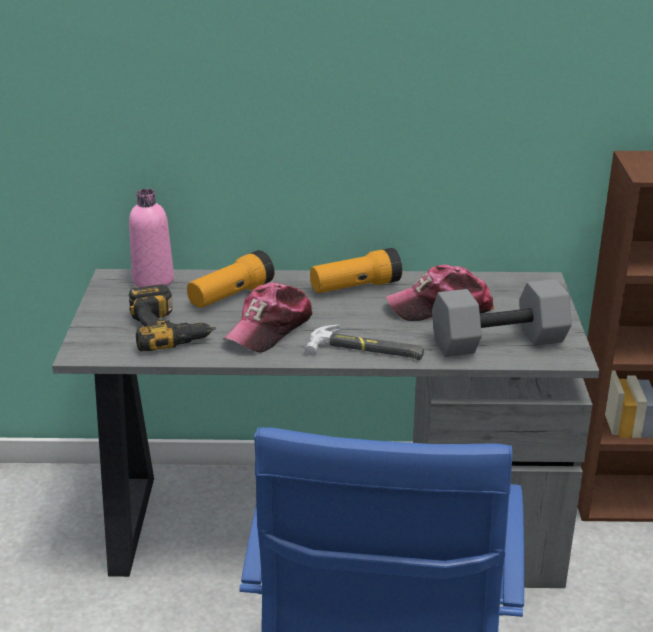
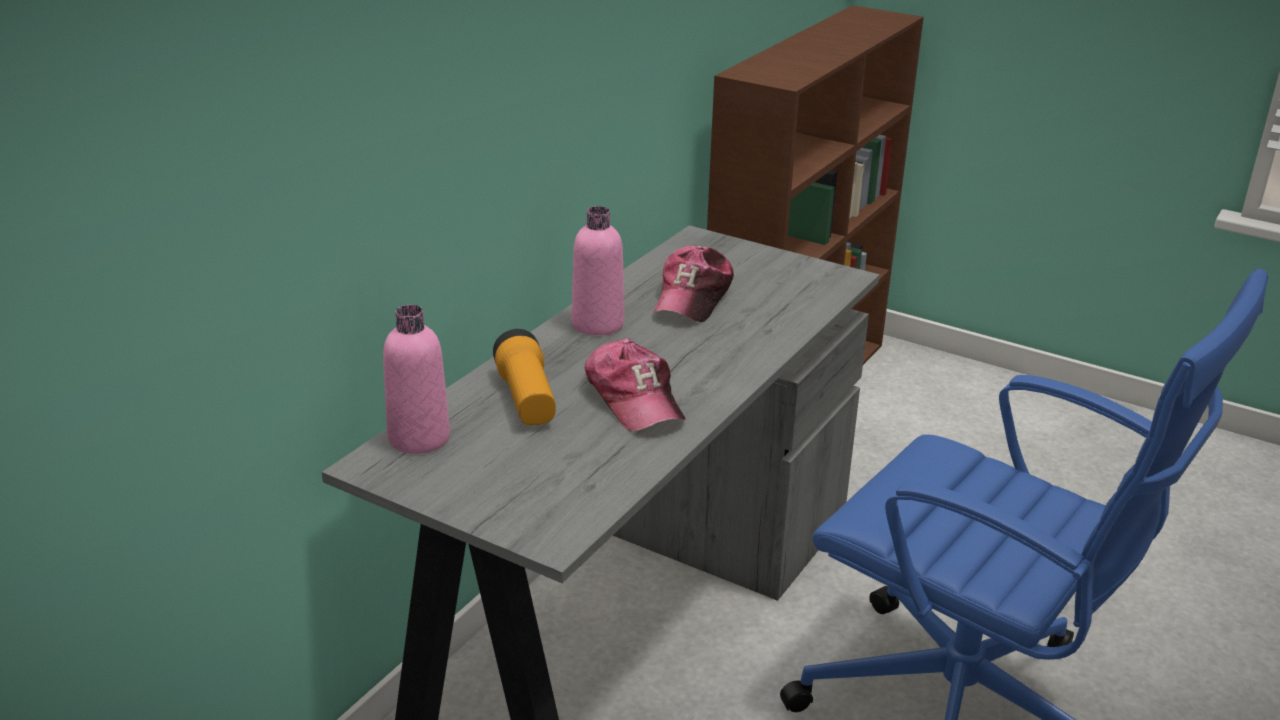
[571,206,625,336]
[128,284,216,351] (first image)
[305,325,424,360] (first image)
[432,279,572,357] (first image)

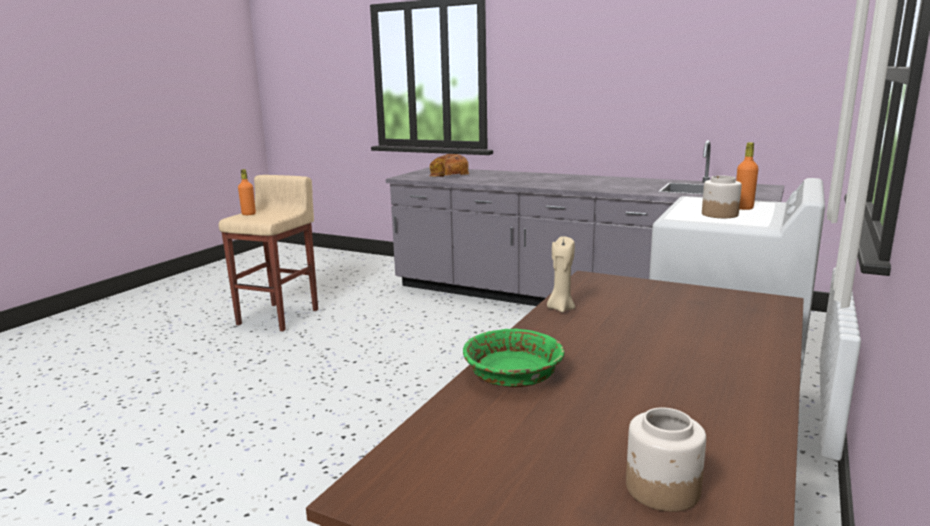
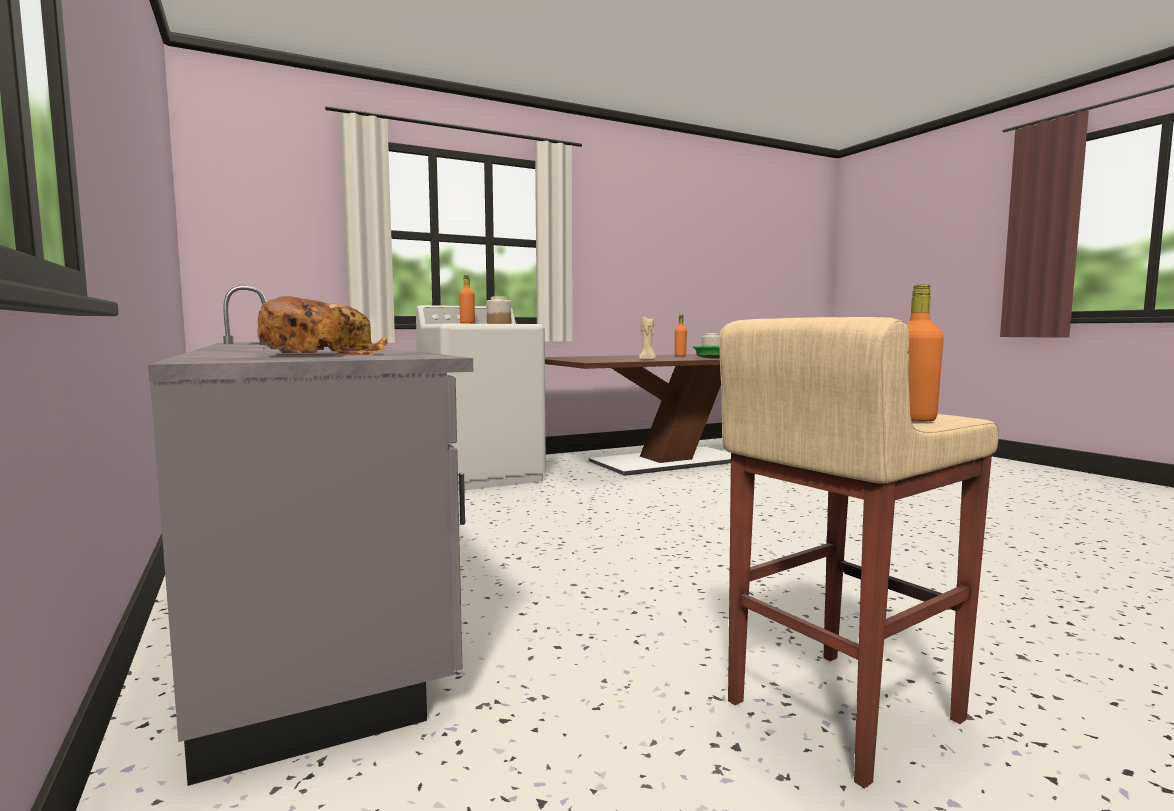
[675,315,687,357]

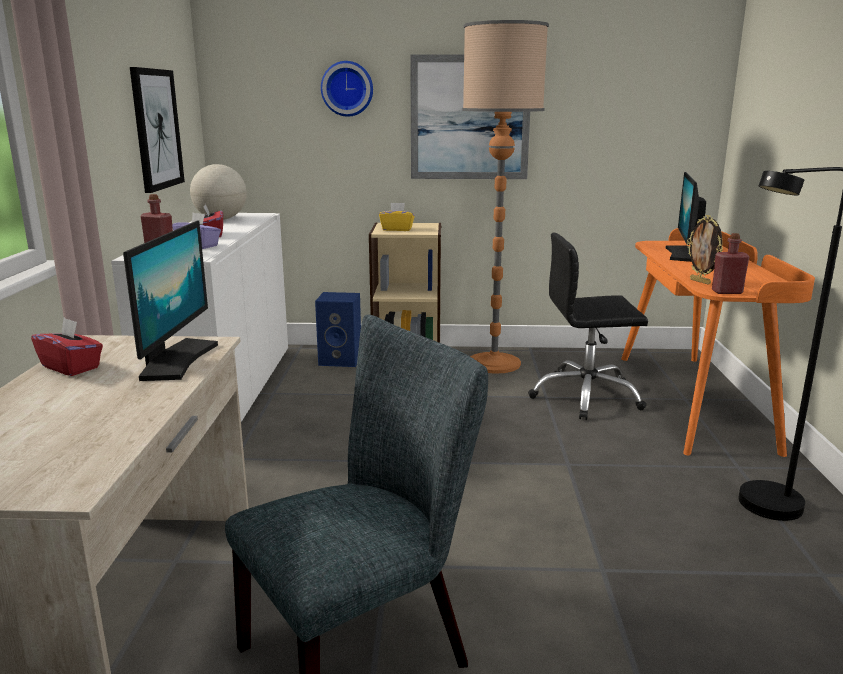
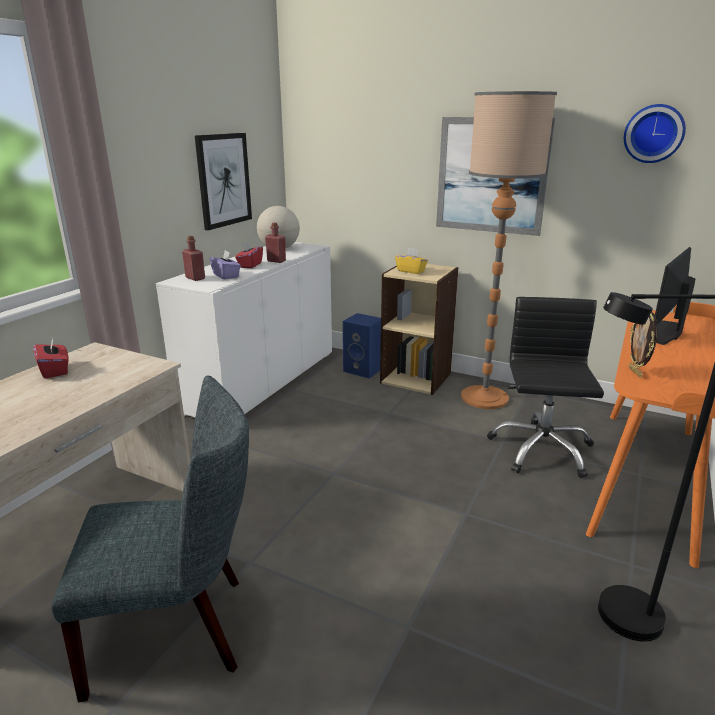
[265,222,286,263]
[487,297,604,478]
[624,104,686,163]
[123,221,218,381] (first image)

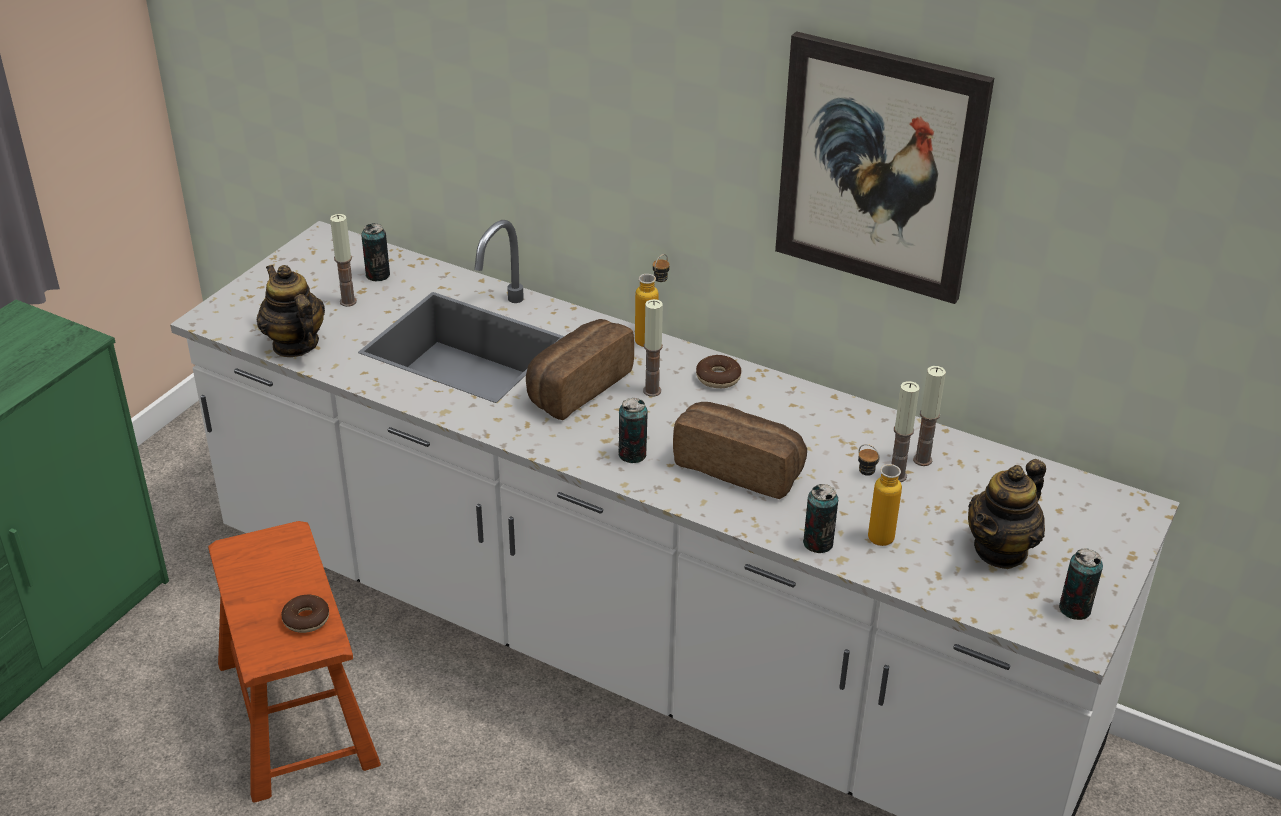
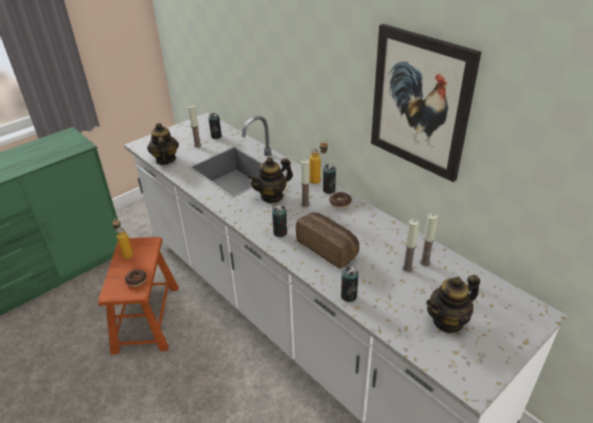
[112,219,133,259]
[248,157,293,203]
[323,164,336,194]

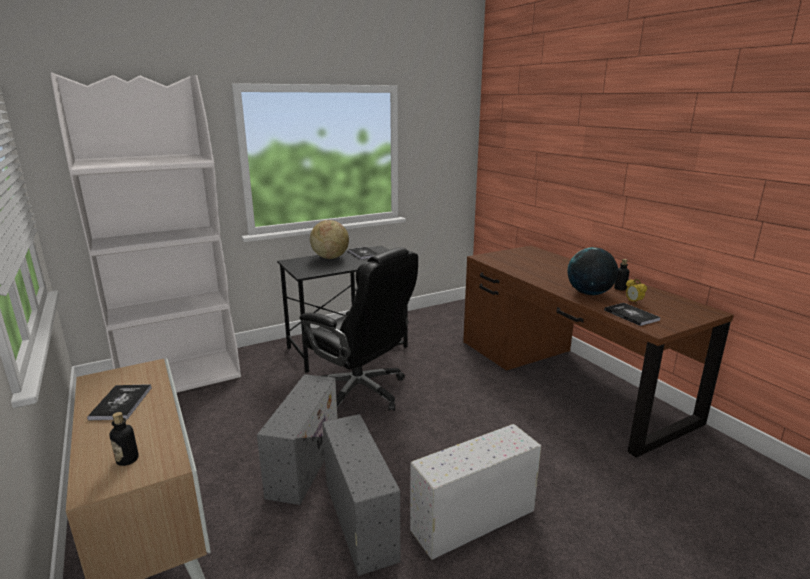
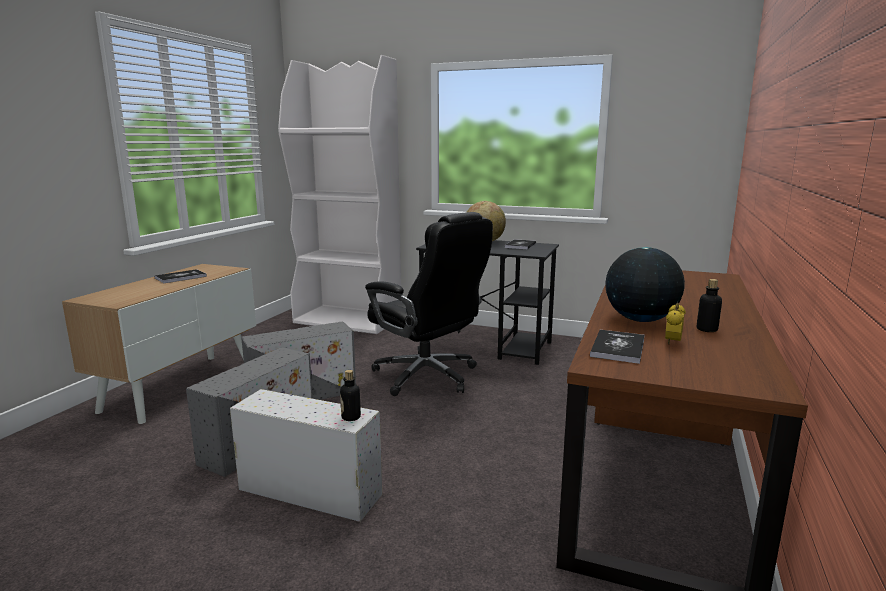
[340,370,361,421]
[365,212,493,396]

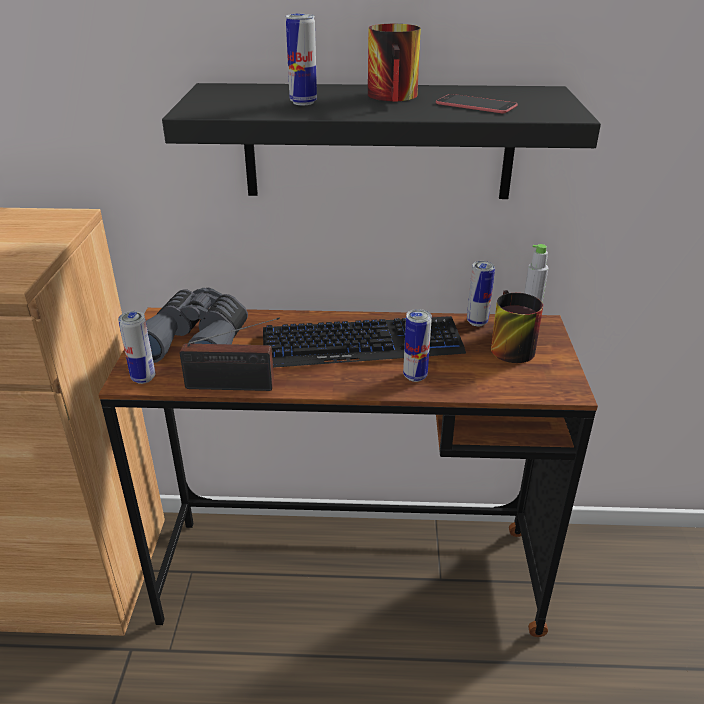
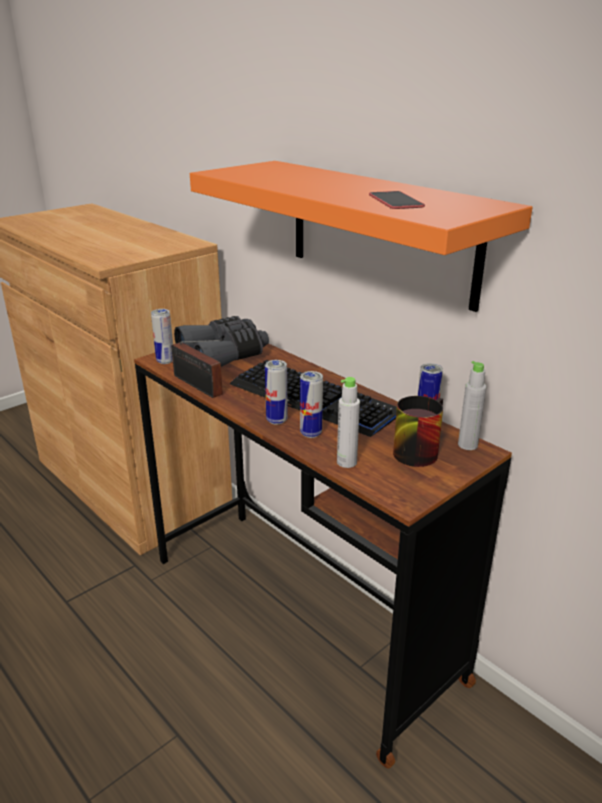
[190,161,533,312]
[265,360,288,425]
[337,377,360,468]
[368,24,421,102] (first image)

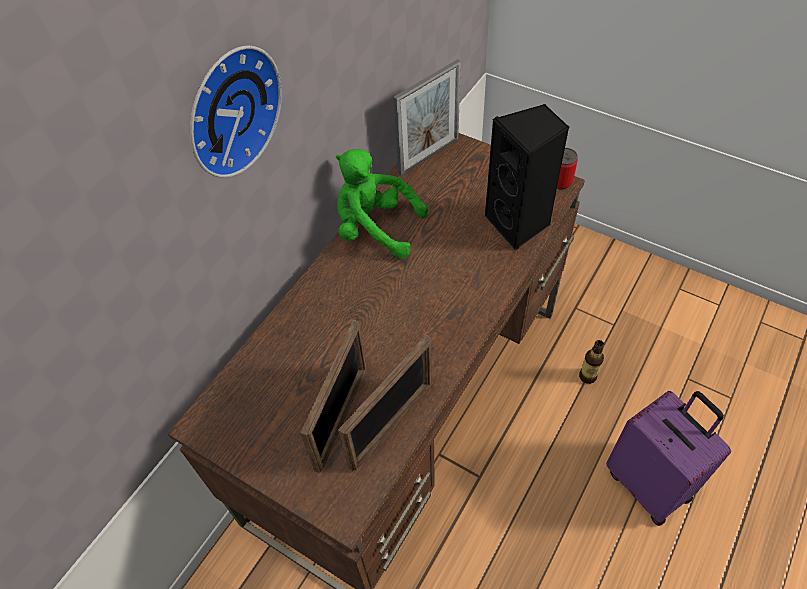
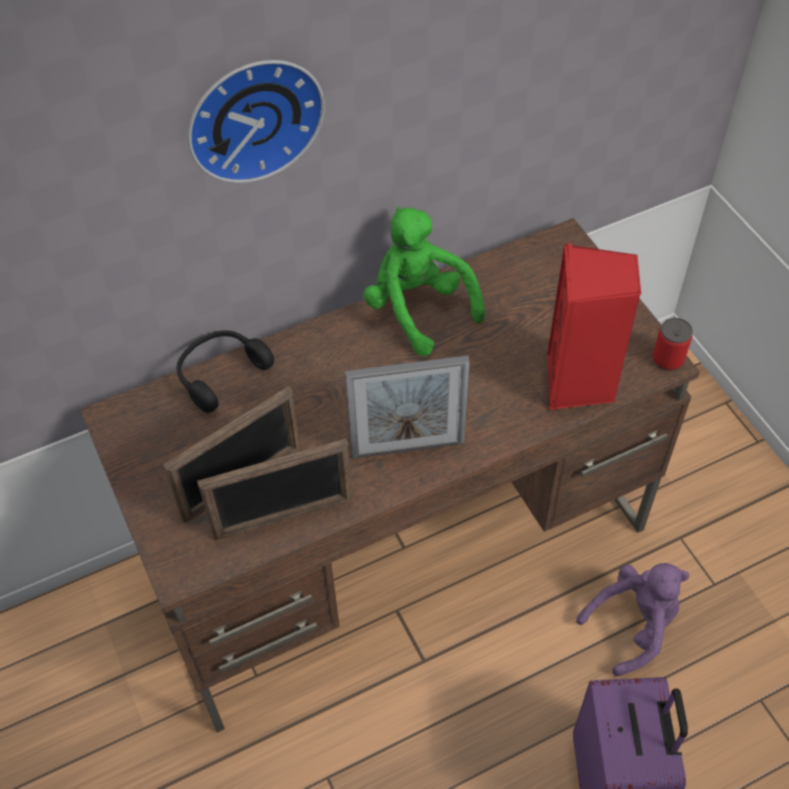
[176,330,274,413]
[345,355,470,459]
[547,244,641,410]
[576,563,689,676]

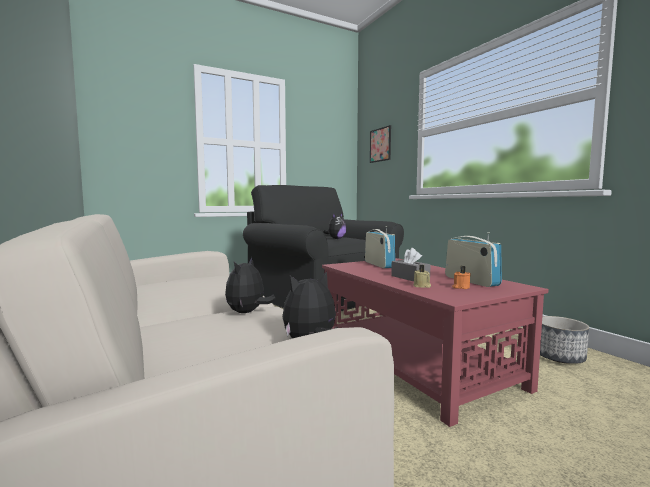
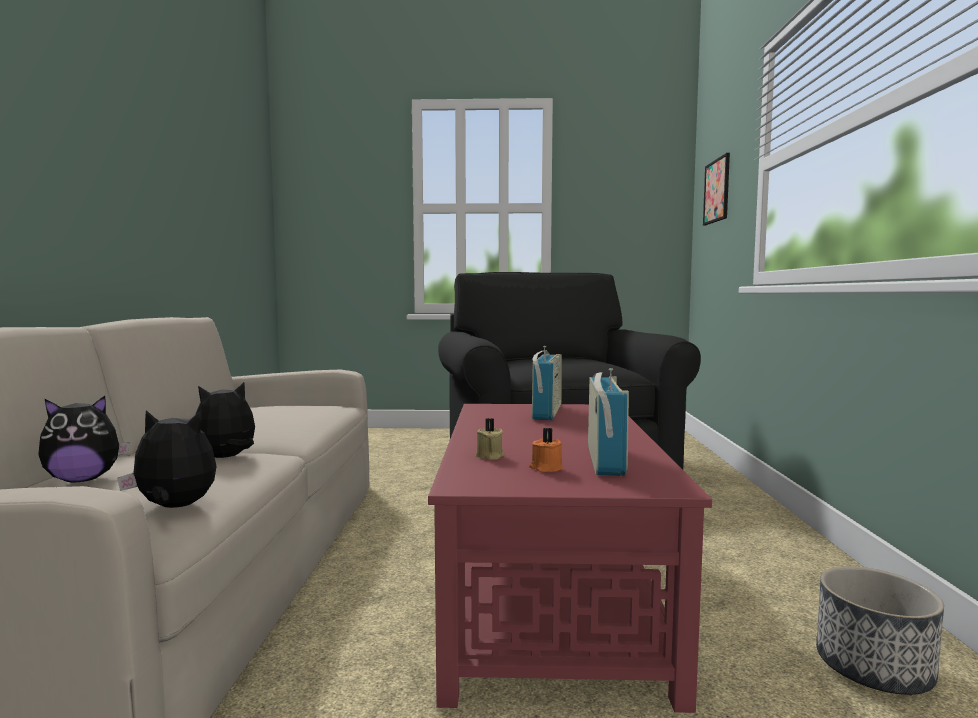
[38,396,129,483]
[391,248,430,281] (first image)

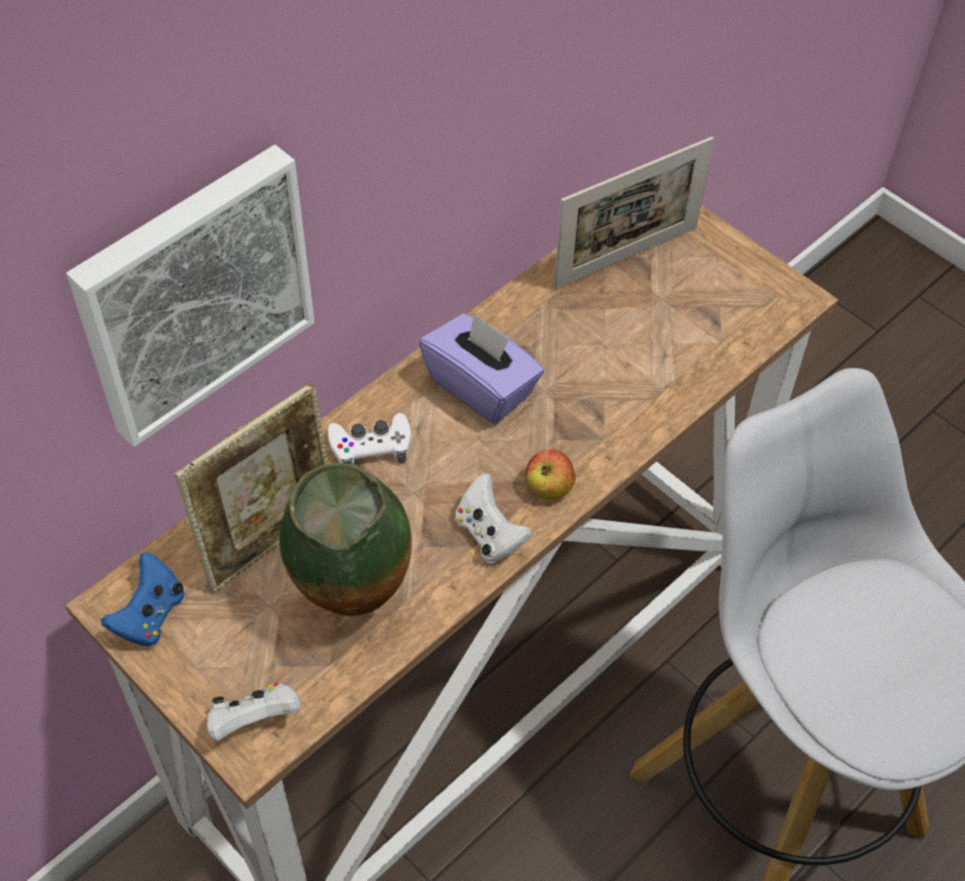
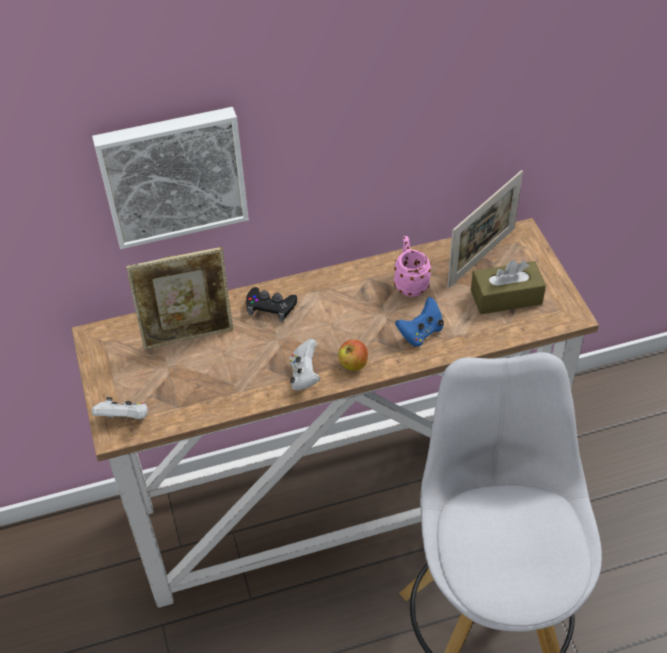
[246,287,297,322]
[394,236,431,297]
[395,297,444,347]
[447,170,523,288]
[471,260,546,314]
[279,463,412,616] (first image)
[419,312,544,424] (first image)

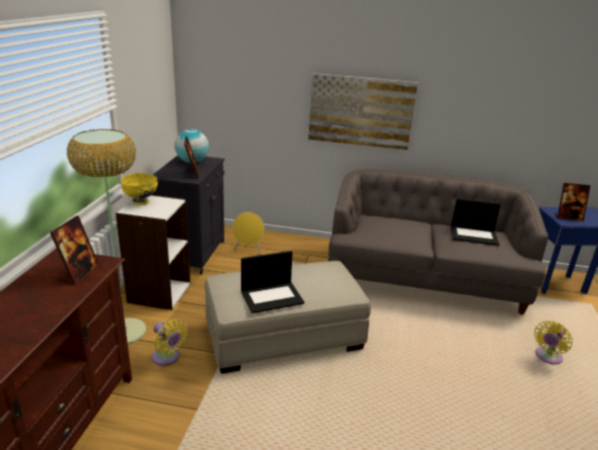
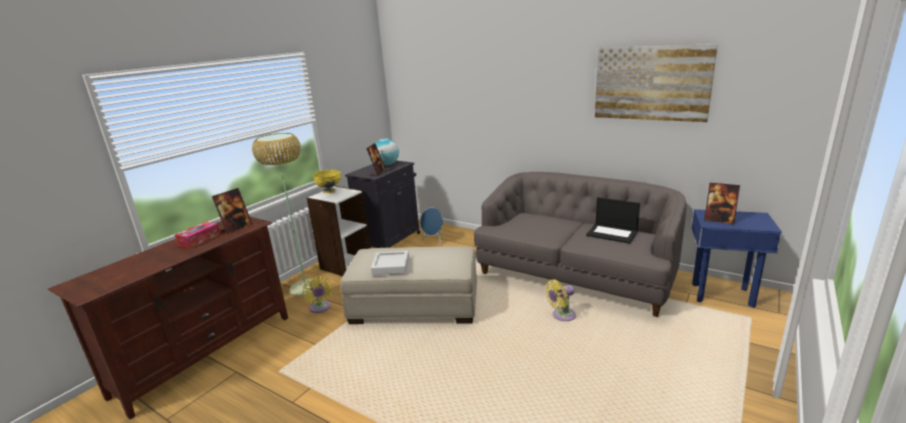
[175,222,220,248]
[371,251,409,275]
[420,208,443,245]
[545,279,576,321]
[595,44,718,122]

